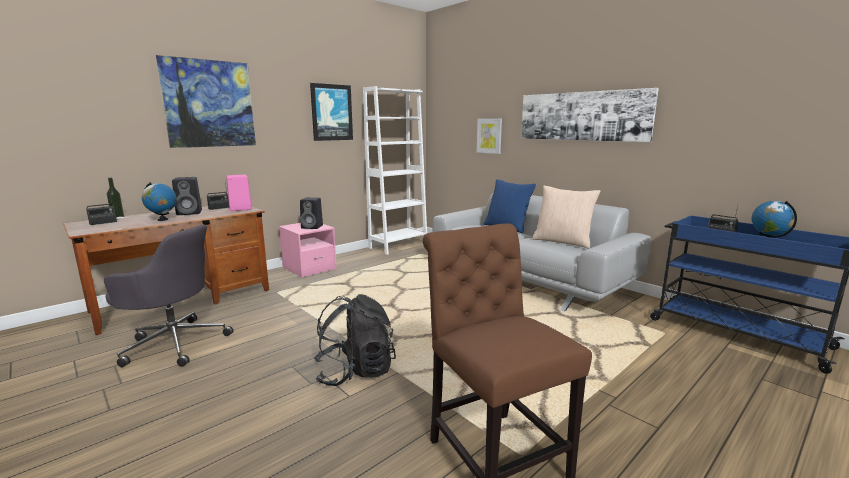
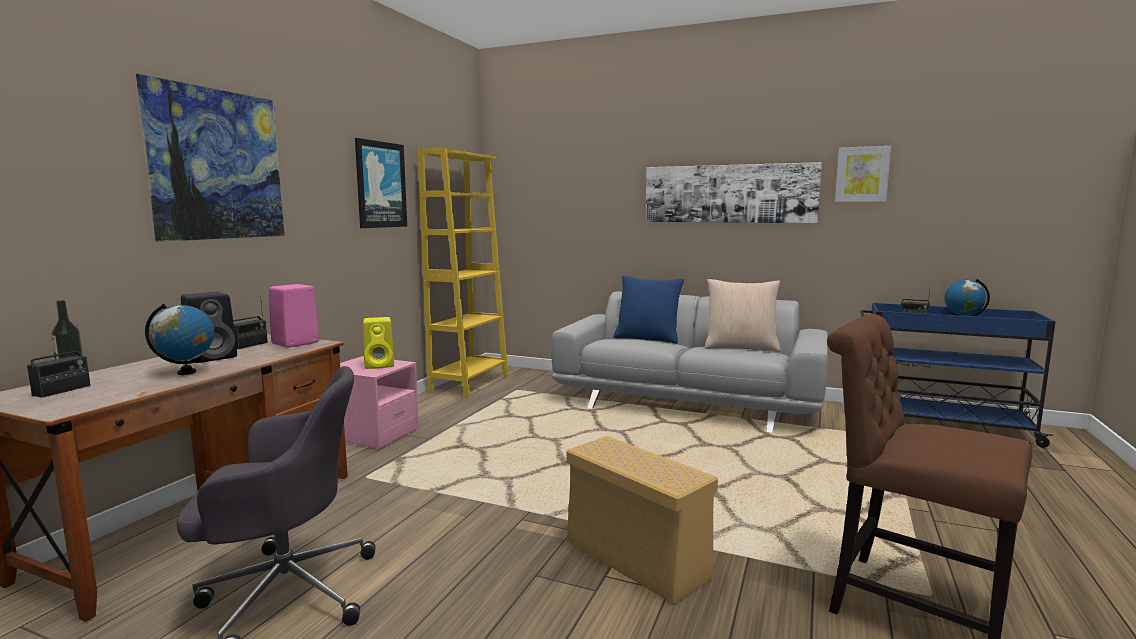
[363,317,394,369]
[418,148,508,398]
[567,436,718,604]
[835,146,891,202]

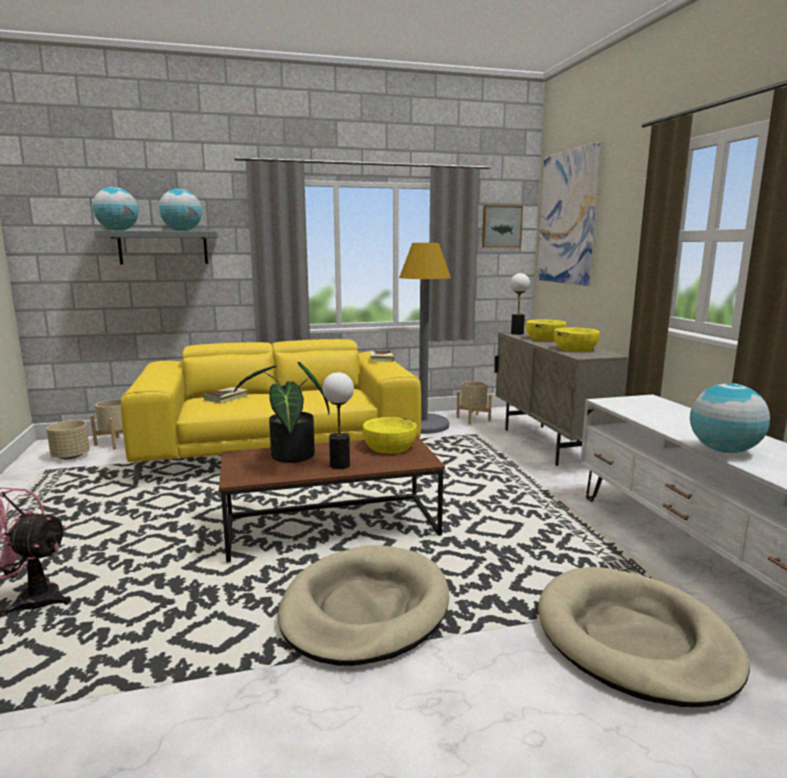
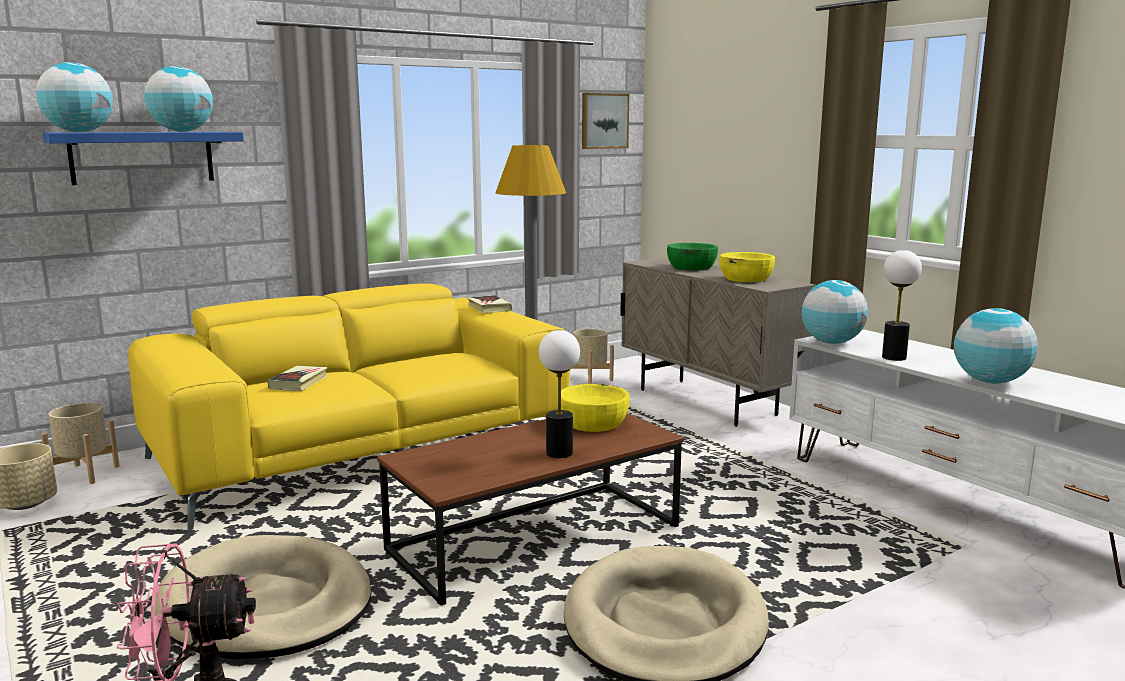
[42,132,244,185]
[155,535,372,659]
[667,243,718,270]
[801,280,868,344]
[882,250,922,361]
[234,362,330,463] (first image)
[537,142,601,286] (first image)

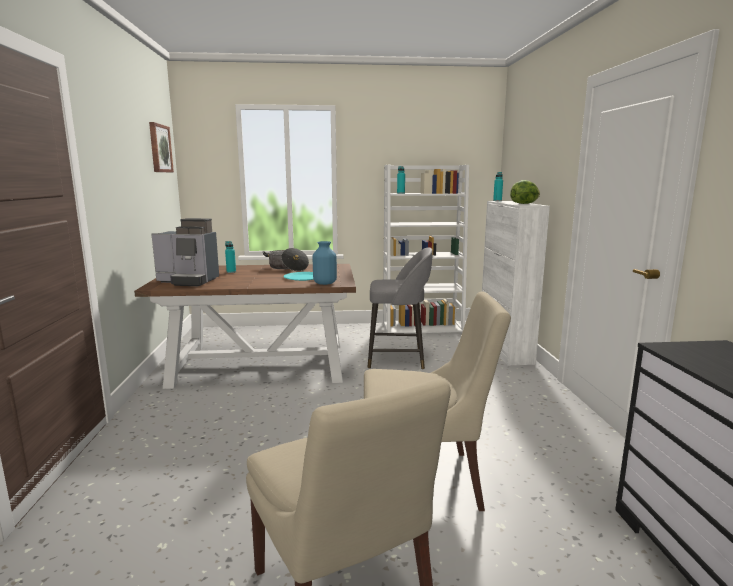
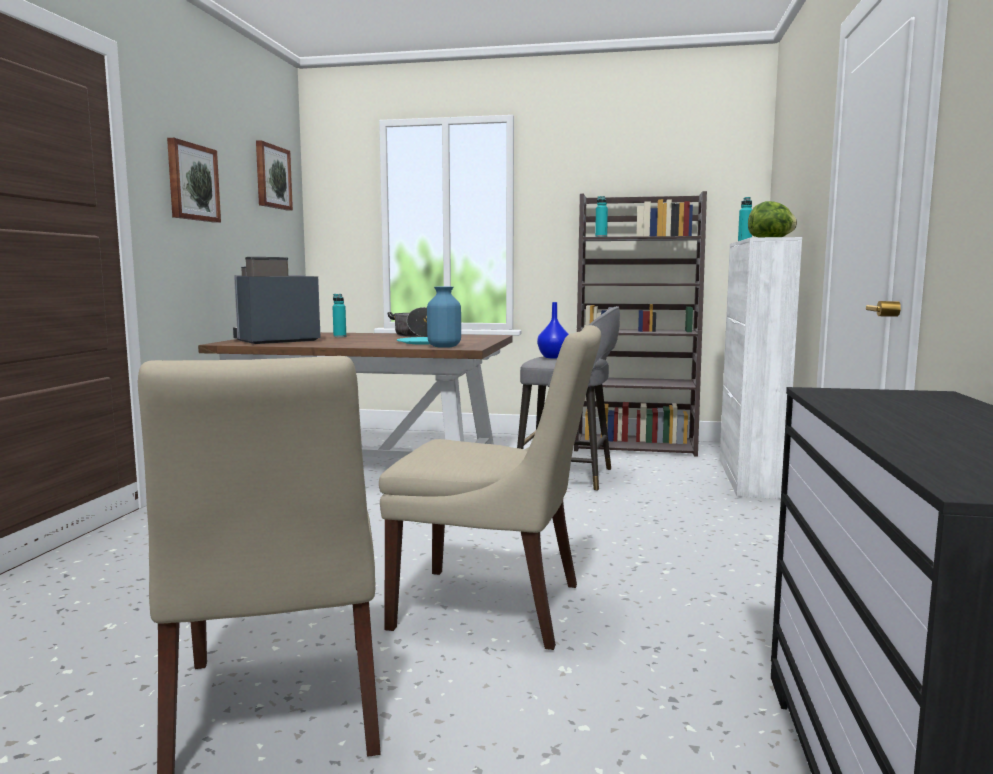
[167,138,221,223]
[233,257,321,344]
[537,302,569,359]
[574,191,707,457]

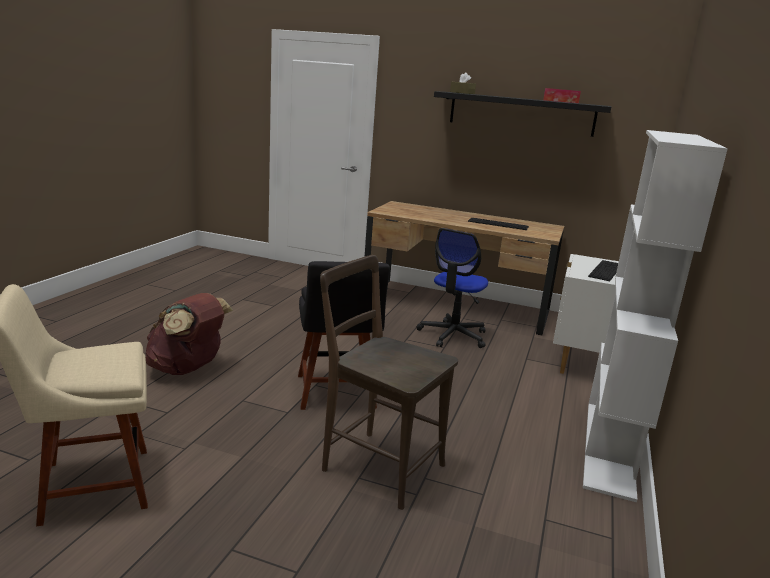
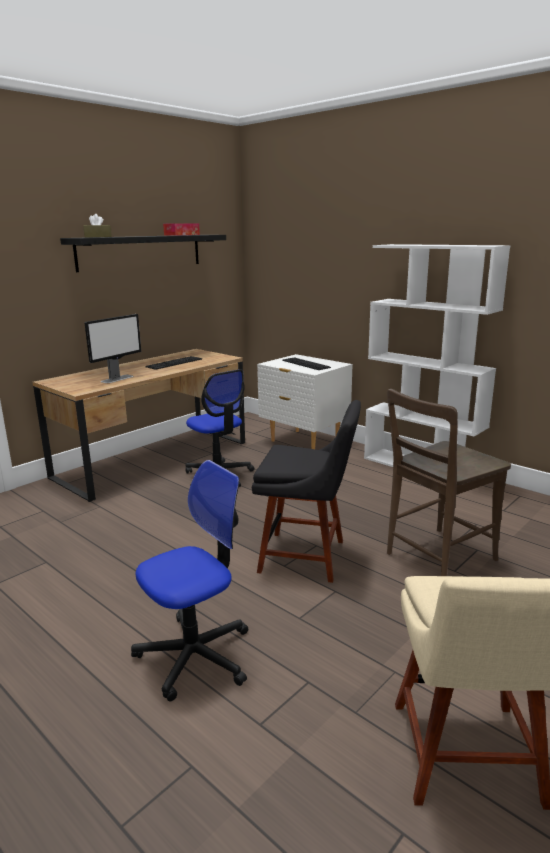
[84,314,141,383]
[131,460,248,701]

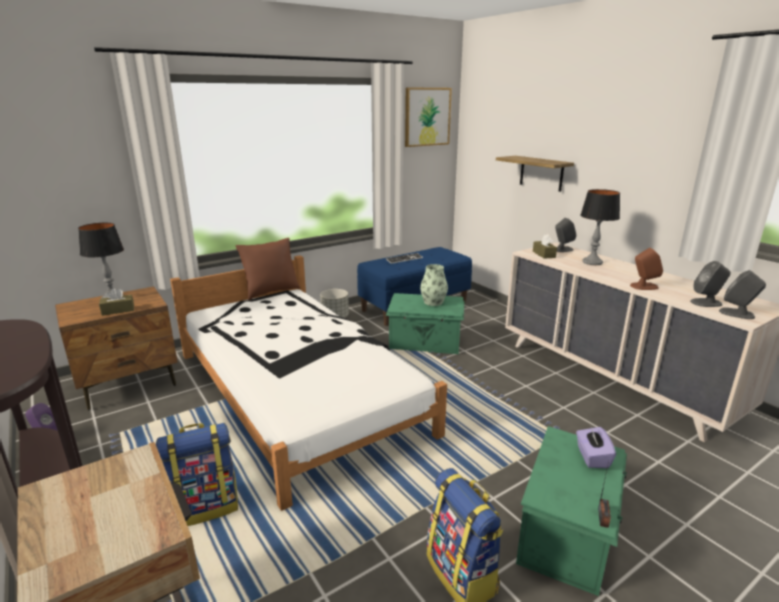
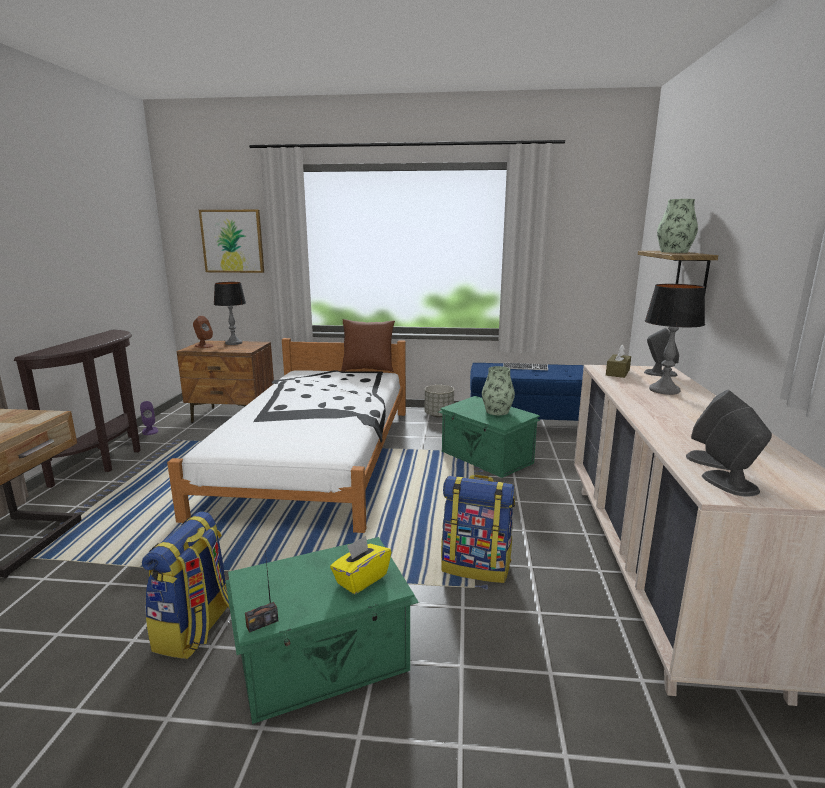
[193,316,214,348]
[199,210,264,273]
[330,536,391,594]
[441,475,515,583]
[657,199,698,253]
[99,288,134,316] (first image)

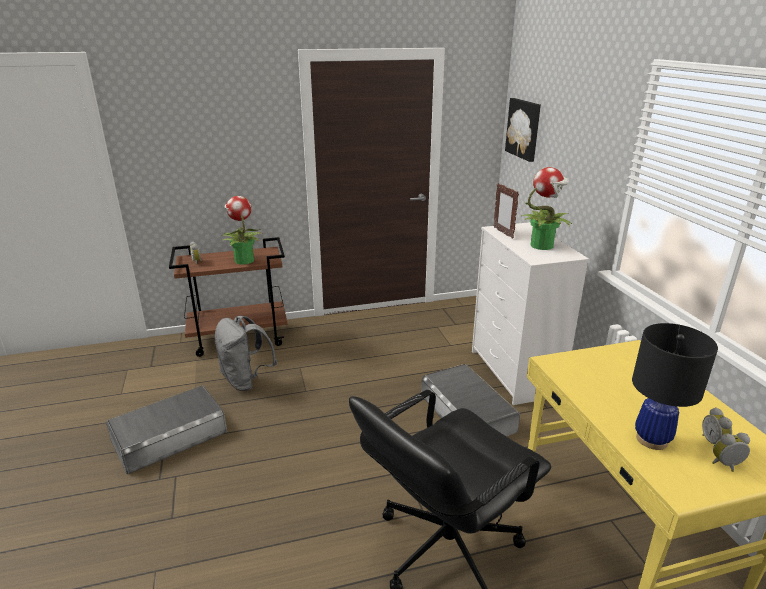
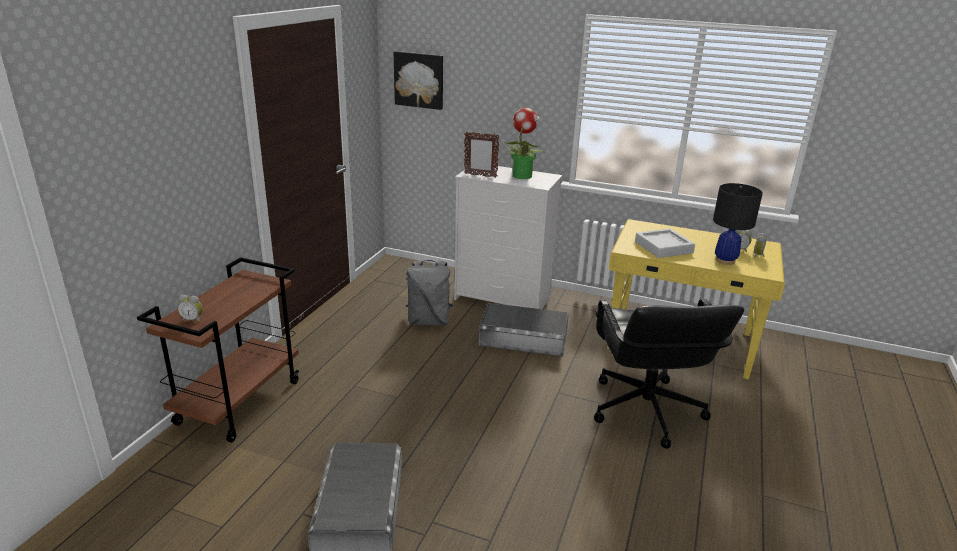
[406,260,453,325]
[635,229,695,258]
[222,196,261,265] (first image)

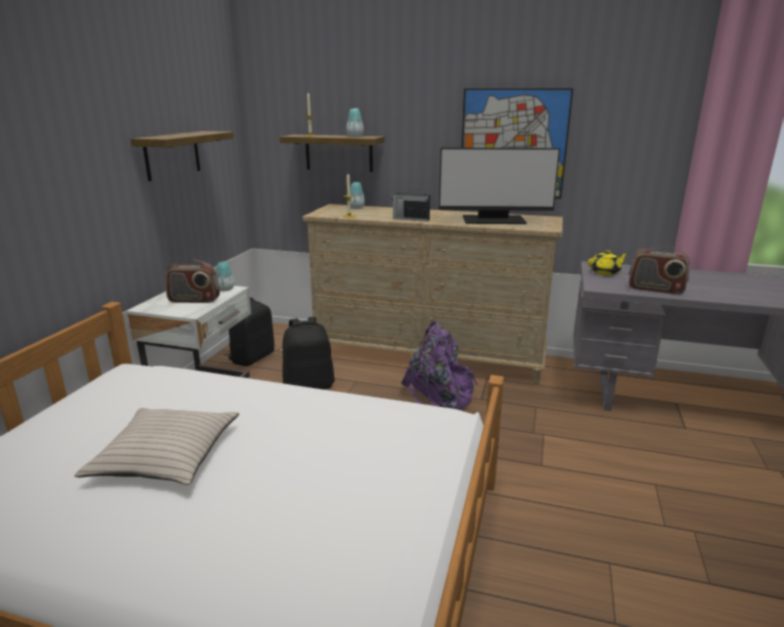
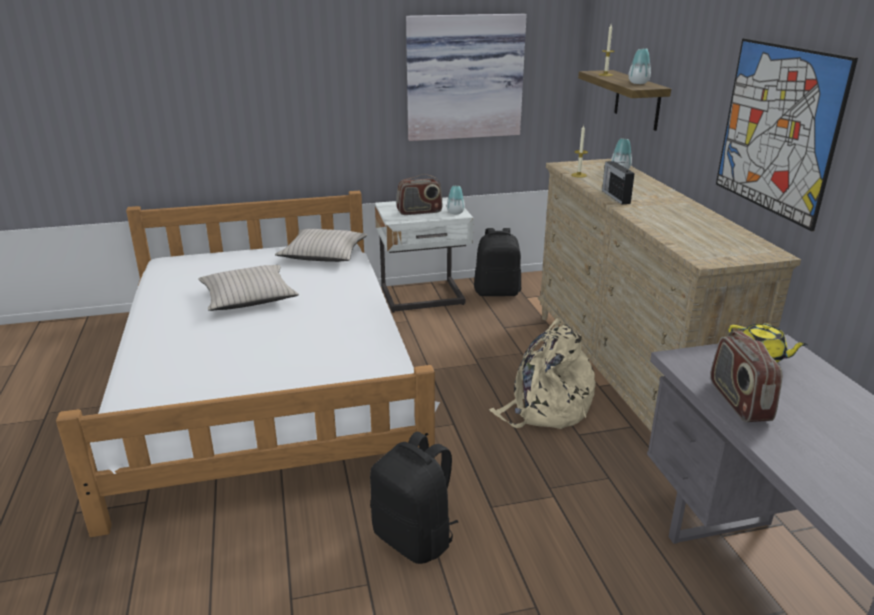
[275,229,367,262]
[370,431,459,564]
[396,174,442,215]
[406,14,527,141]
[489,318,596,429]
[439,148,560,224] (first image)

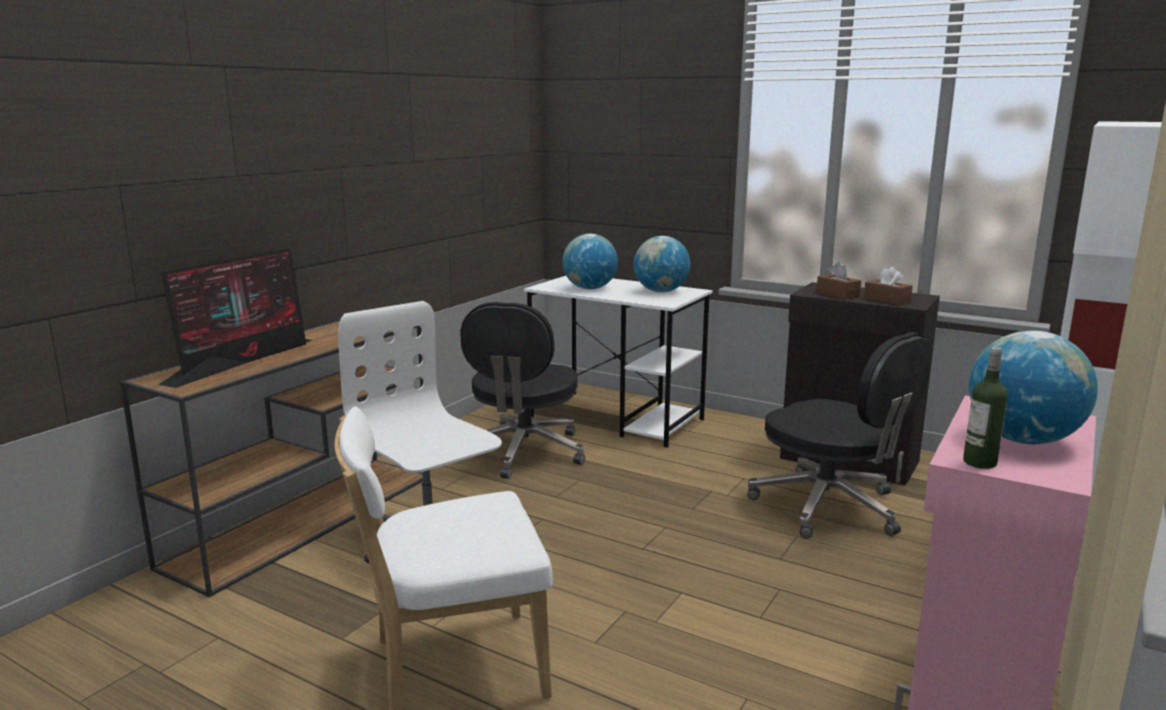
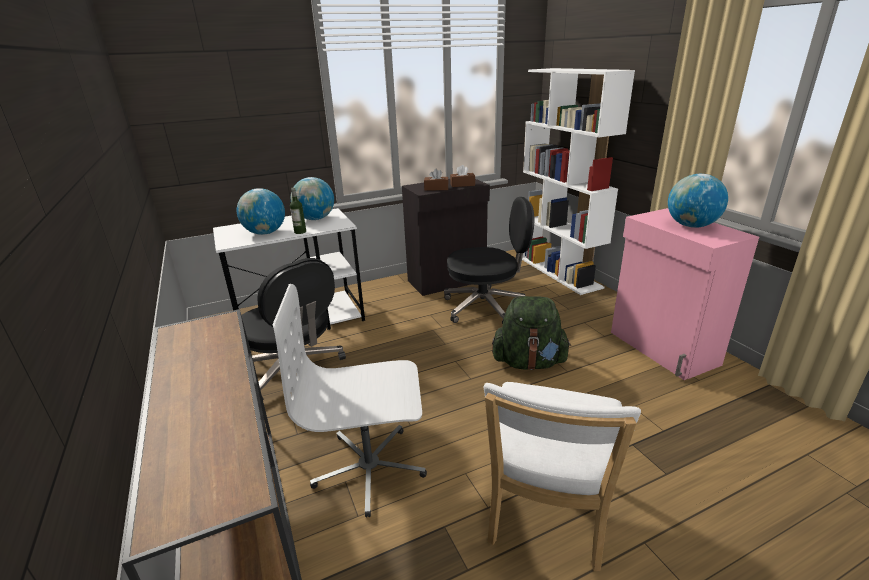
[290,188,306,234]
[492,296,571,370]
[158,248,312,388] (first image)

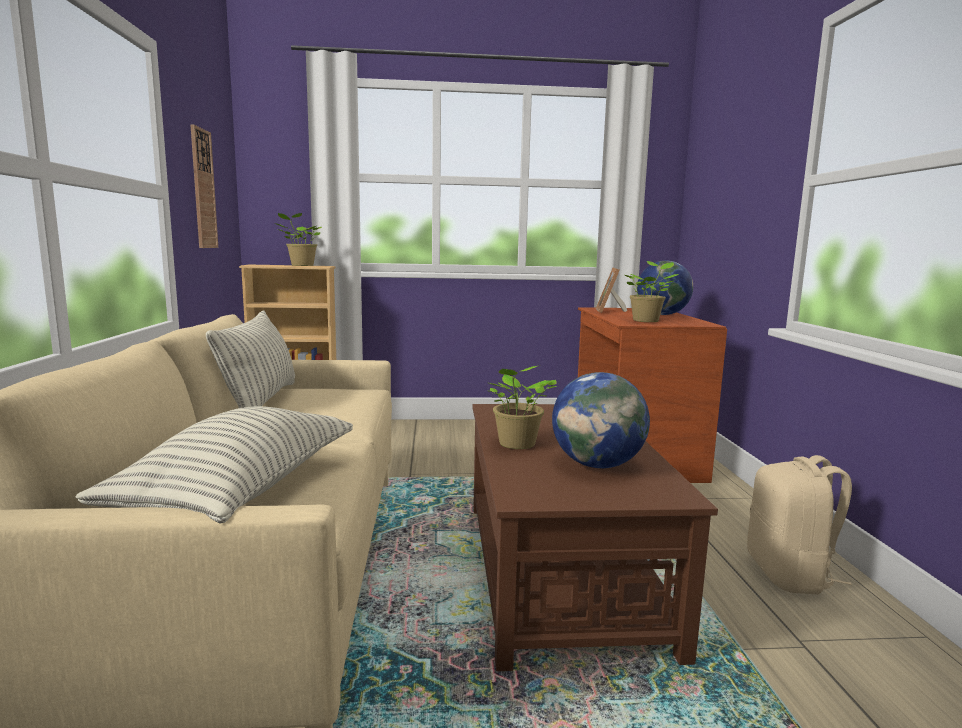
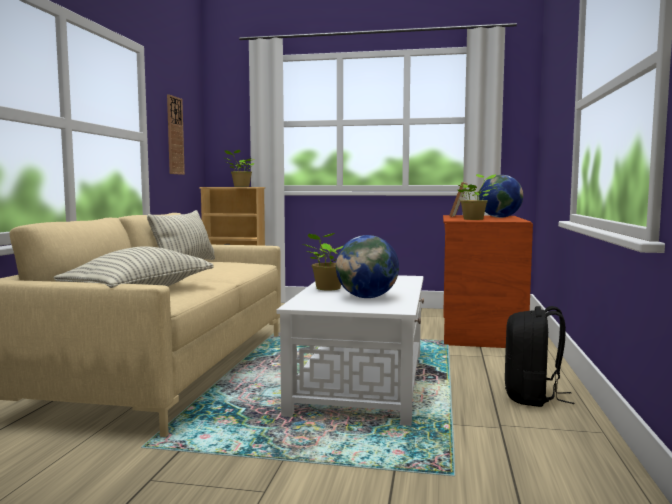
[277,275,424,426]
[505,306,574,407]

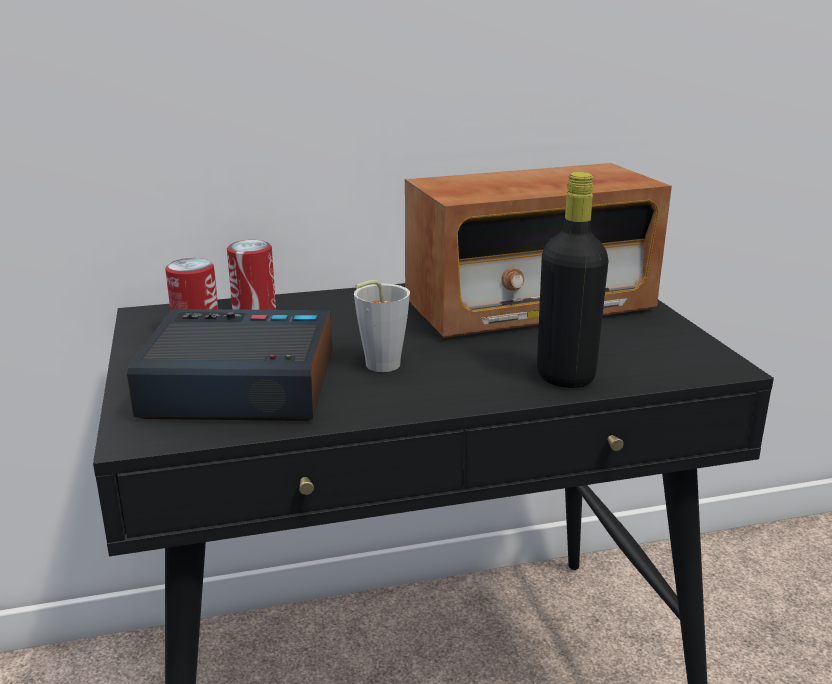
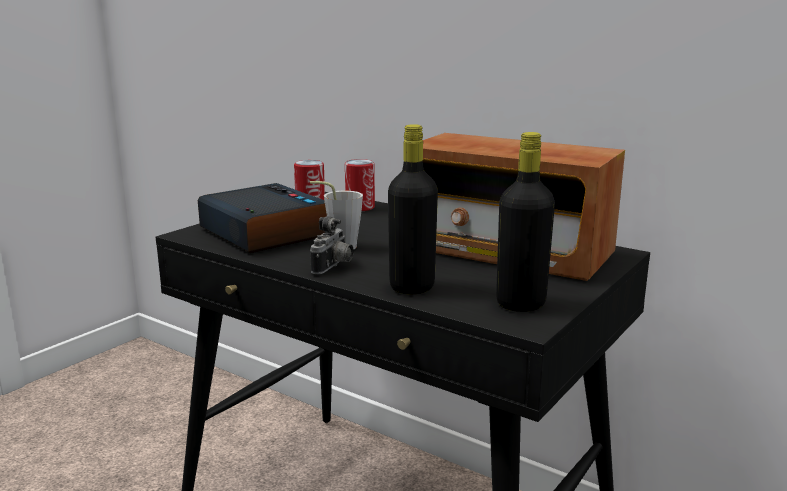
[310,216,354,275]
[496,132,555,312]

